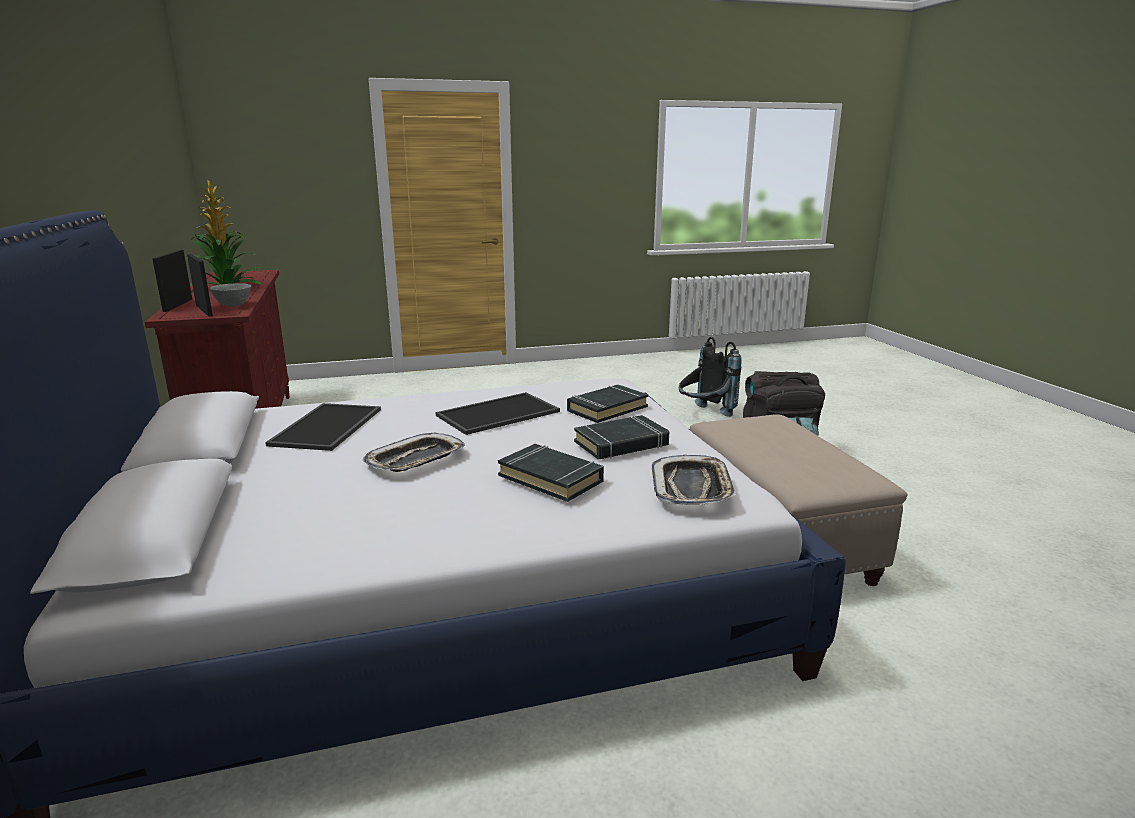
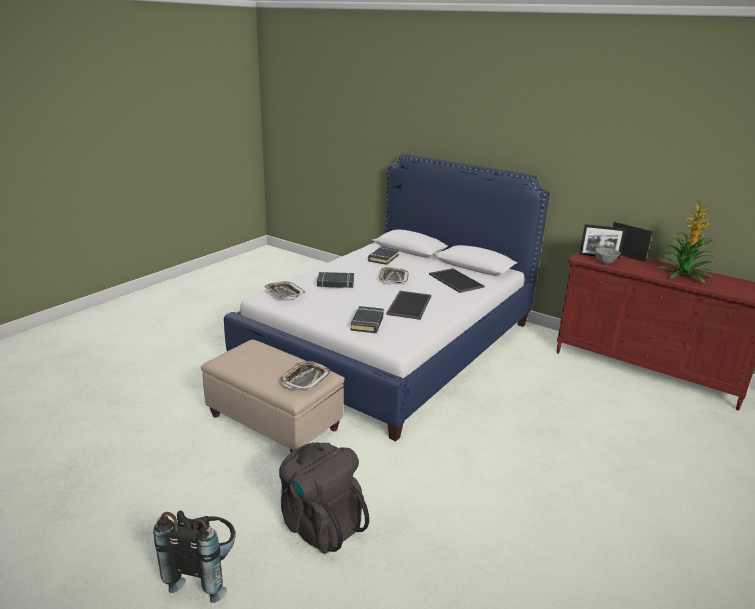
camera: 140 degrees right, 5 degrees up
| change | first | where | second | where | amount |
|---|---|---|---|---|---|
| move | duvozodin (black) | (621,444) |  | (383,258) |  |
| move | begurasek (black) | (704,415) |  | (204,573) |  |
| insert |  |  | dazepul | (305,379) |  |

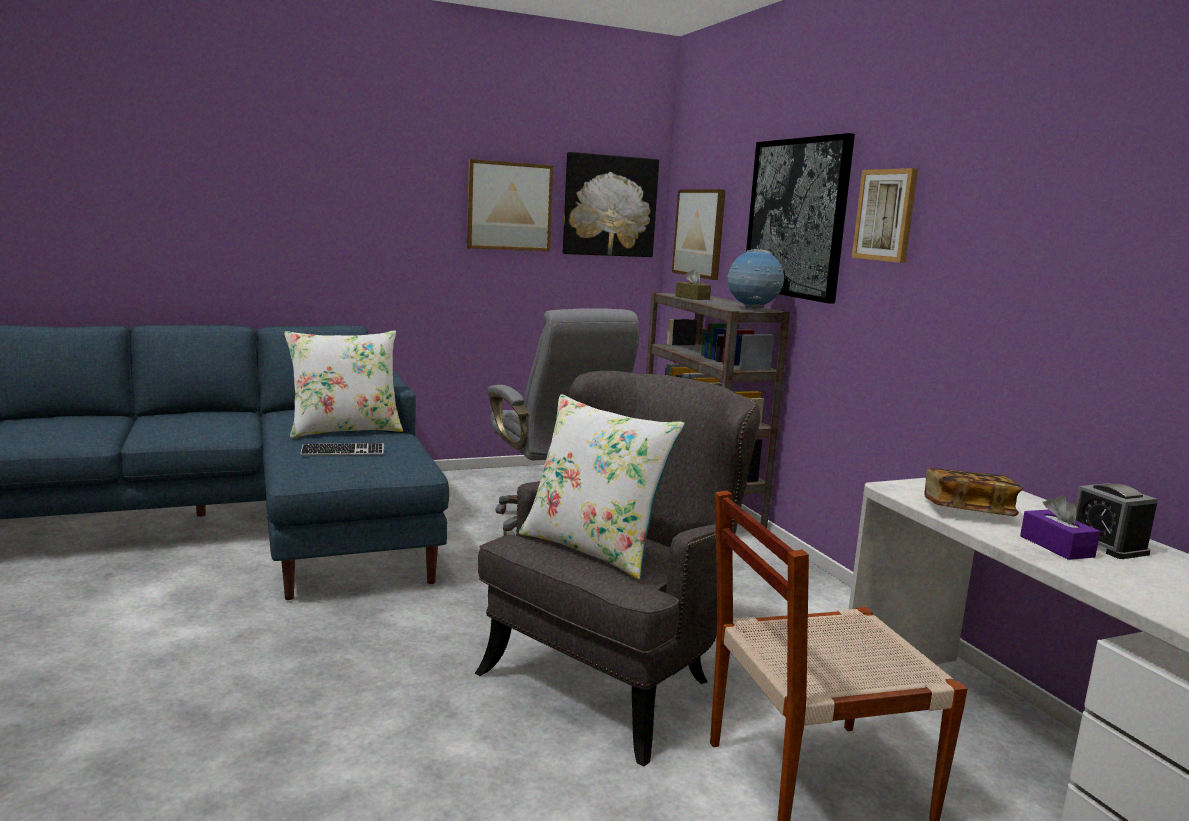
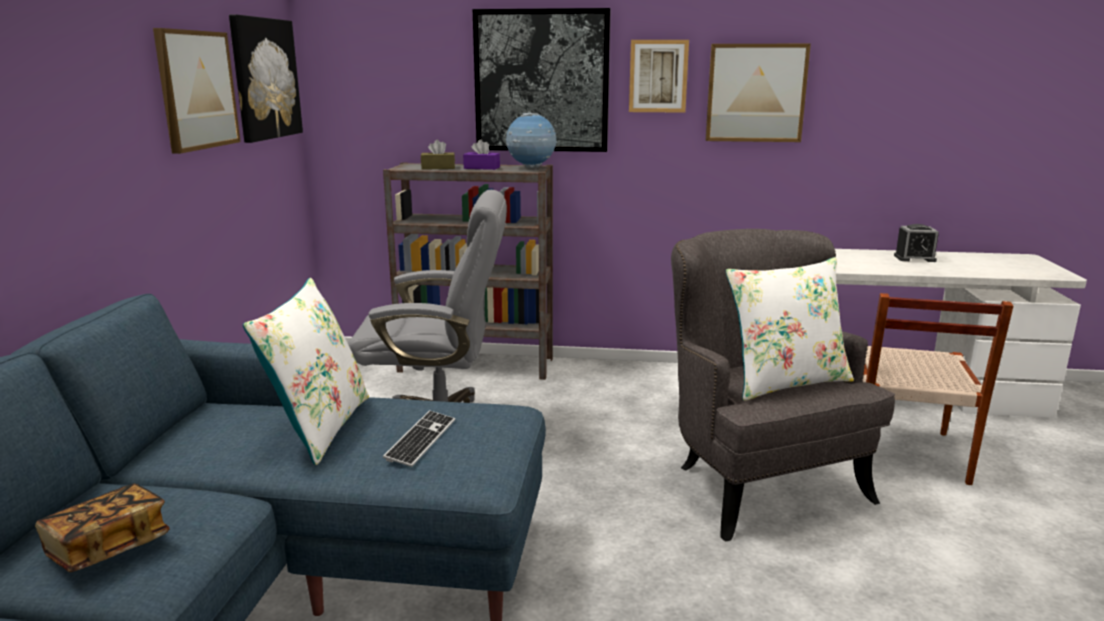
camera: 60 degrees left, 5 degrees up
| change | first | where | second | where | amount |
|---|---|---|---|---|---|
| move | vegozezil | (700,233) |  | (756,93) |  |
| move | duvozodin | (967,511) |  | (108,547) |  |
| move | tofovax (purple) | (1056,546) |  | (481,168) |  |

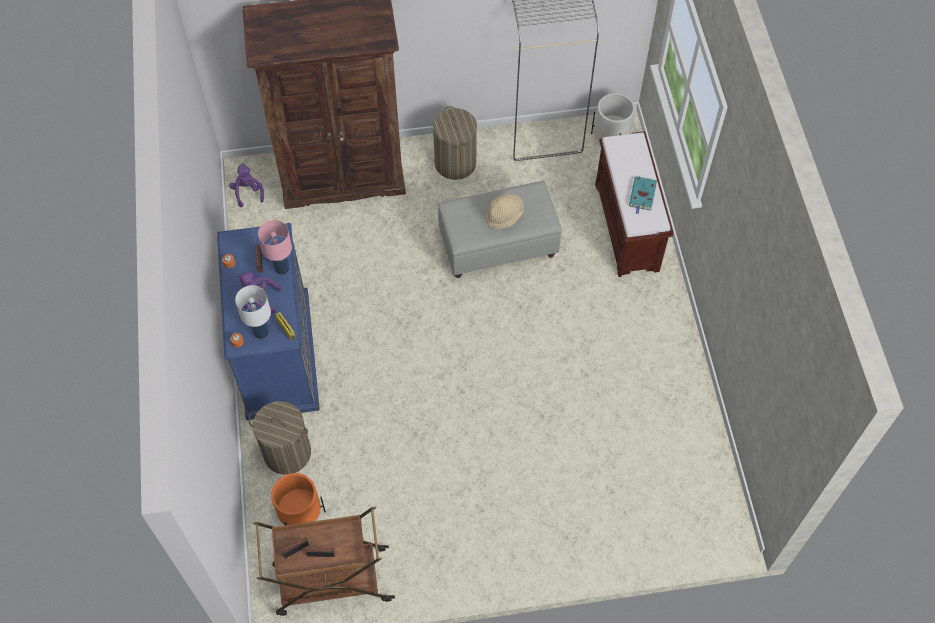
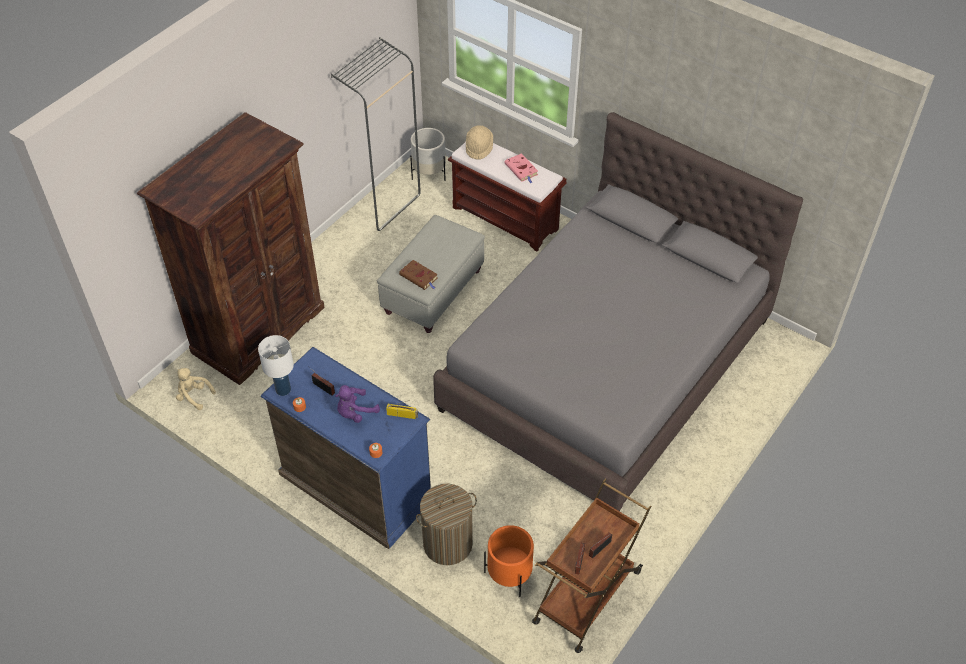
camera: 45 degrees left, 10 degrees down
| change | first | where | second | where | amount |
|---|---|---|---|---|---|
| recolor | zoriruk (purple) | (248,192) | zoriruk (beige) | (194,396) |  |
| move | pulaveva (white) | (260,332) |  | (283,390) |  |
| delete | pulaveva (pink) | (281,268) |  |  |  |
| delete | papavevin | (455,163) |  |  |  |
| move | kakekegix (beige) | (504,216) |  | (479,148) |  |
| recolor | duvozodin (turquoise) | (642,196) | duvozodin (pink) | (522,170) |  |
| insert |  |  | duvozodin (brown) | (419,277) |  |
| insert |  |  | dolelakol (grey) | (607,364) |  |

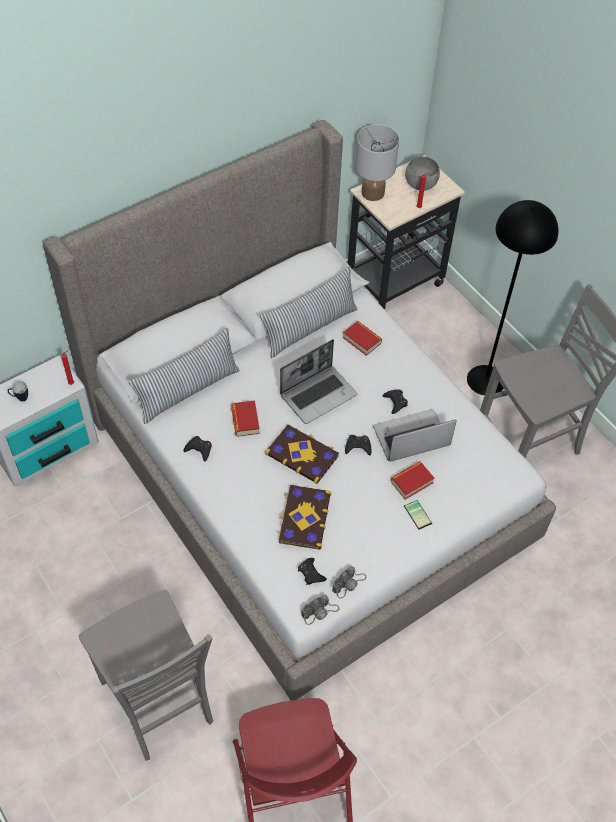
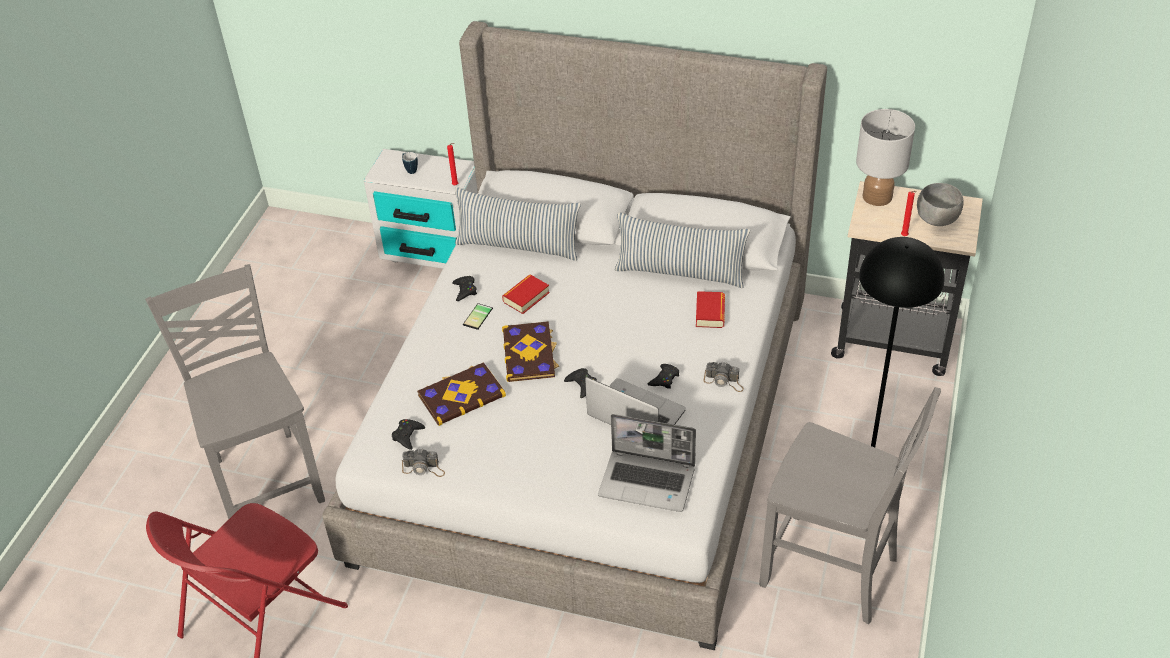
camera: 55 degrees right, 10 degrees down
| change | first | where | second | where | amount |
|---|---|---|---|---|---|
| rotate | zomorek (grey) | (158,702) |  | (266,479) | 135 degrees clockwise |
| move | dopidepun | (318,394) |  | (648,482) |  |
| move | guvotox | (320,612) |  | (724,381) |  |
| delete | duvozodin | (411,482) |  |  |  |
| move | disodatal | (419,514) |  | (479,317) |  |

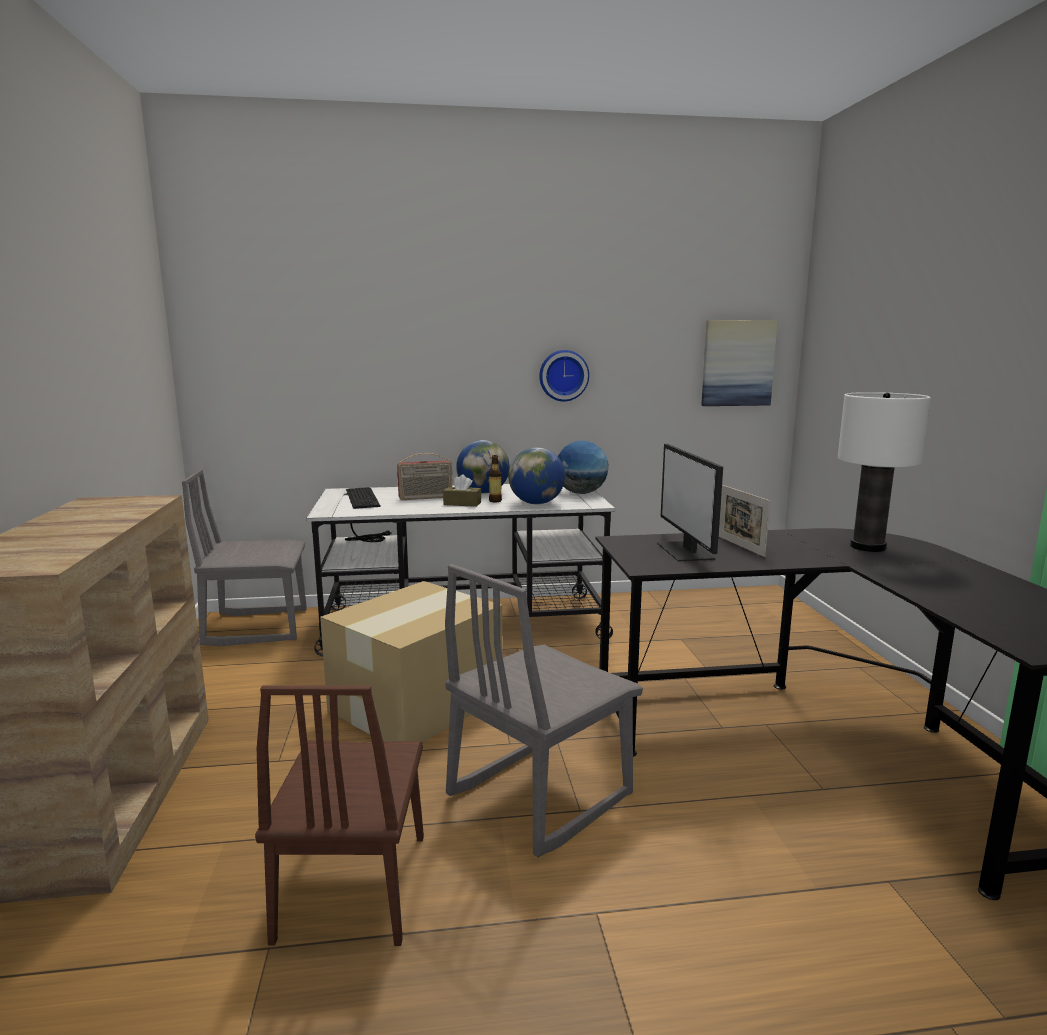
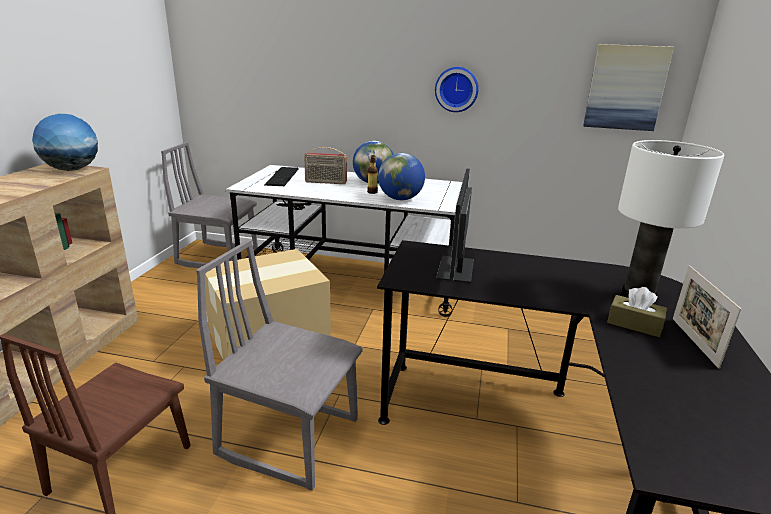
camera: 20 degrees right, 10 degrees up
| change | first | where | second | where | amount |
|---|---|---|---|---|---|
| move | tofovax (brown) | (462,503) |  | (634,324) |  |
| rotate | zomorek (grey) | (538,794) |  | (290,436) | 45 degrees clockwise |
| move | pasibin | (581,493) |  | (72,170) |  |
| move | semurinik | (740,546) |  | (694,341) |  |

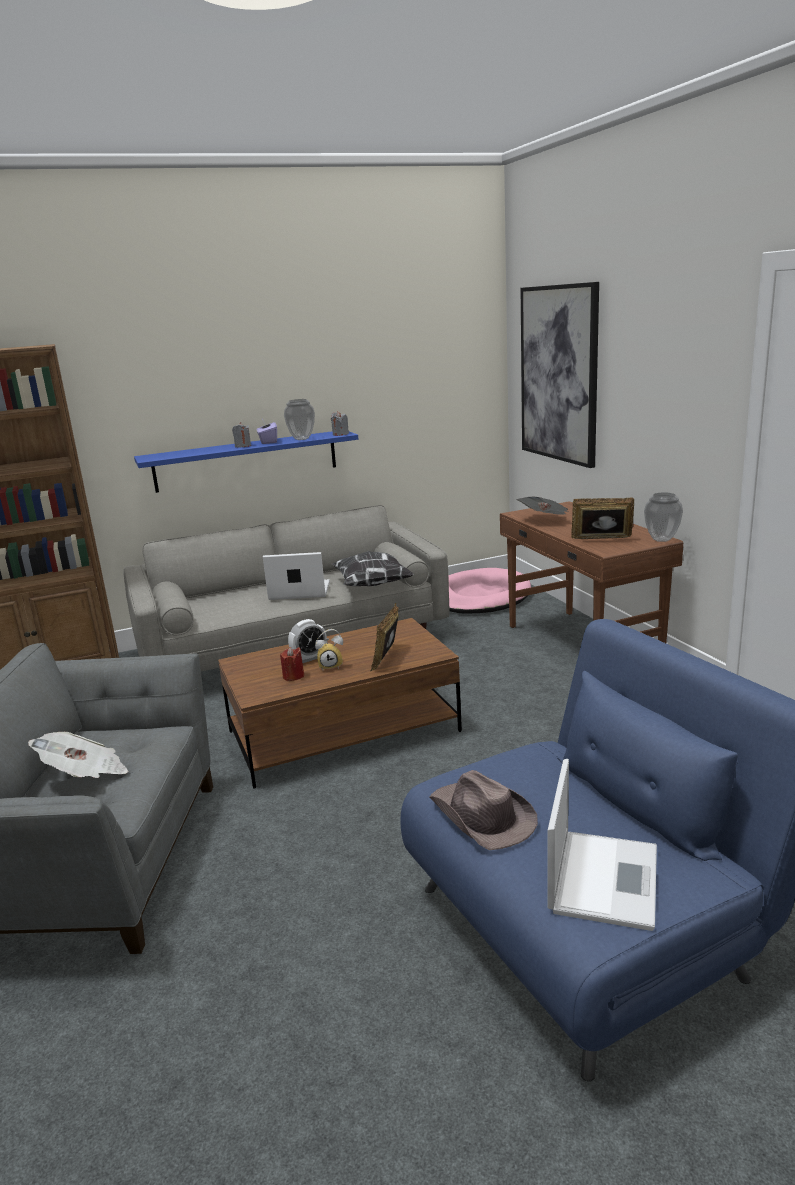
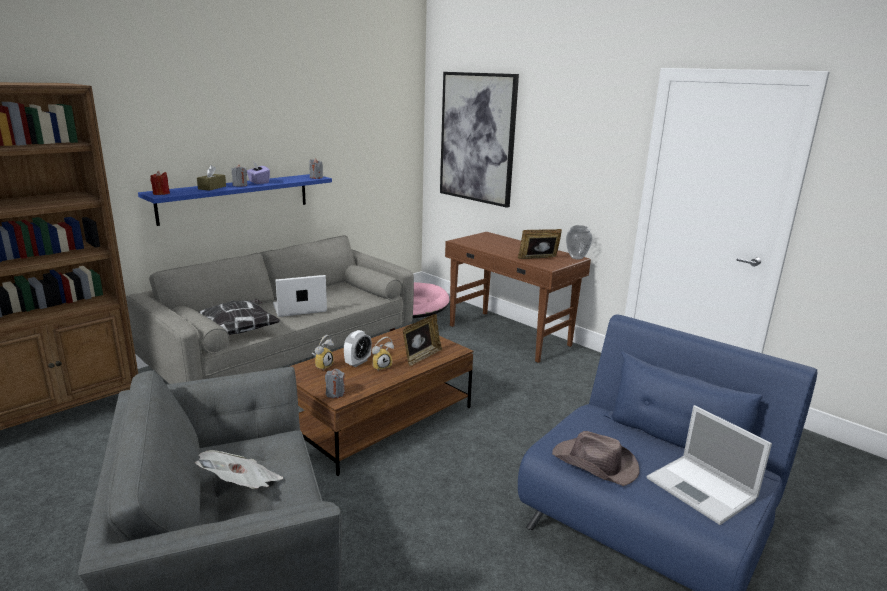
camera: 25 degrees left, 0 degrees up
| change | first | where | second | where | amount |
|---|---|---|---|---|---|
| move | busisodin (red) | (293,676) |  | (161,193) |  |
| delete | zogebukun | (302,439) |  |  |  |
| move | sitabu | (374,584) |  | (239,331) |  |
| rotate | semurinik | (387,658) |  | (421,357) | 135 degrees counterclockwise |
| delete | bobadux | (544,520) |  |  |  |
| rotate | dopidepun | (603,877) |  | (702,490) | 150 degrees clockwise |
| insert |  |  | tofovax (brown) | (212,187) |  |
| insert |  |  | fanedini | (322,366) |  |
| insert |  |  | busisodin (grey) | (335,393) |  |

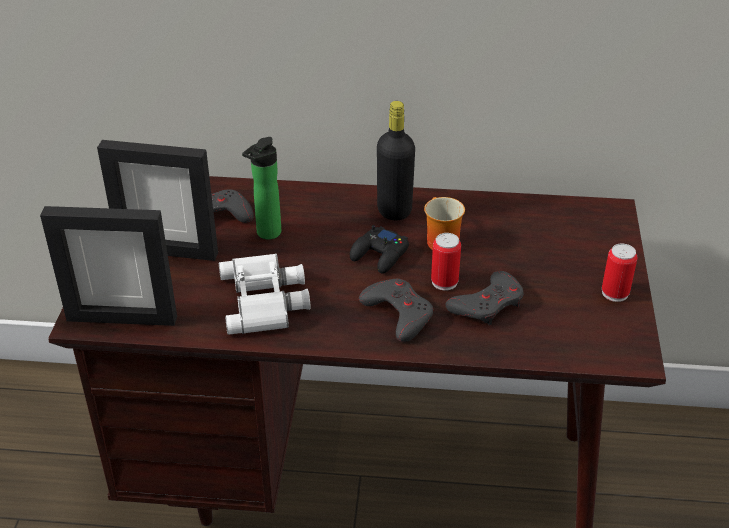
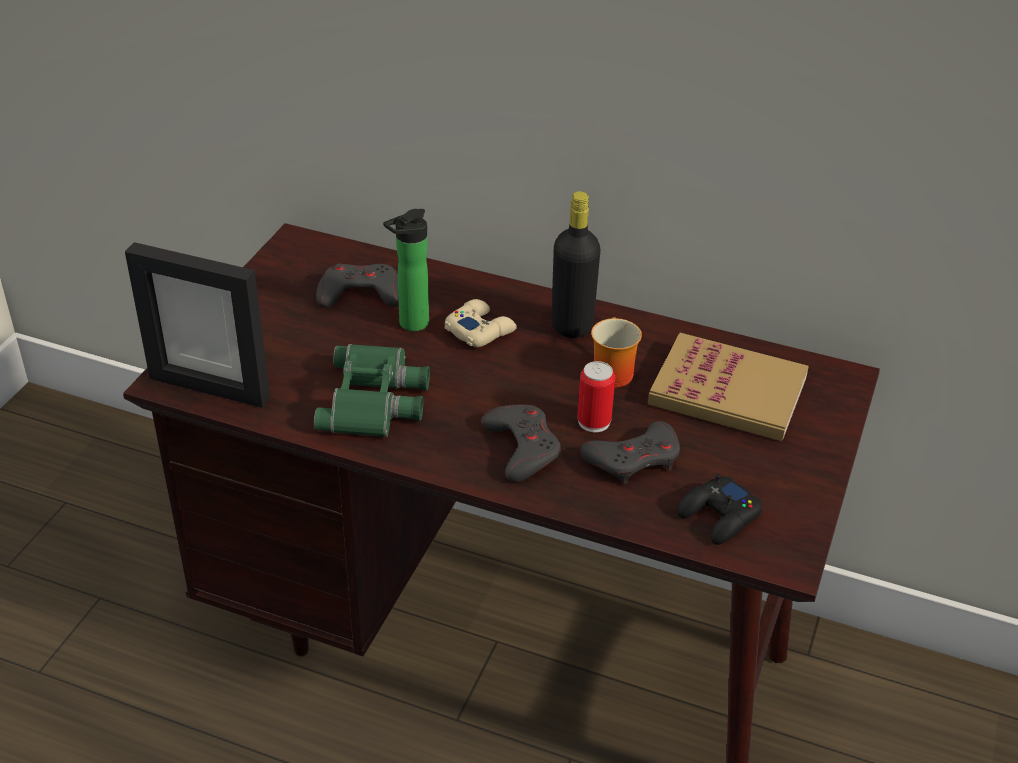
camera: 15 degrees right, 0 degrees up
| change | first | where | second | where | amount |
|---|---|---|---|---|---|
| delete | semurinik | (168,250) |  |  |  |
| recolor | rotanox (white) | (266,300) | rotanox (green) | (376,400) |  |
| move | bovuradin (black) | (380,255) |  | (719,517) |  |
| delete | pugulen | (615,293) |  |  |  |
| insert |  |  | bovuradin (beige) | (480,330) |  |
| insert |  |  | duvozodin | (727,392) |  |

